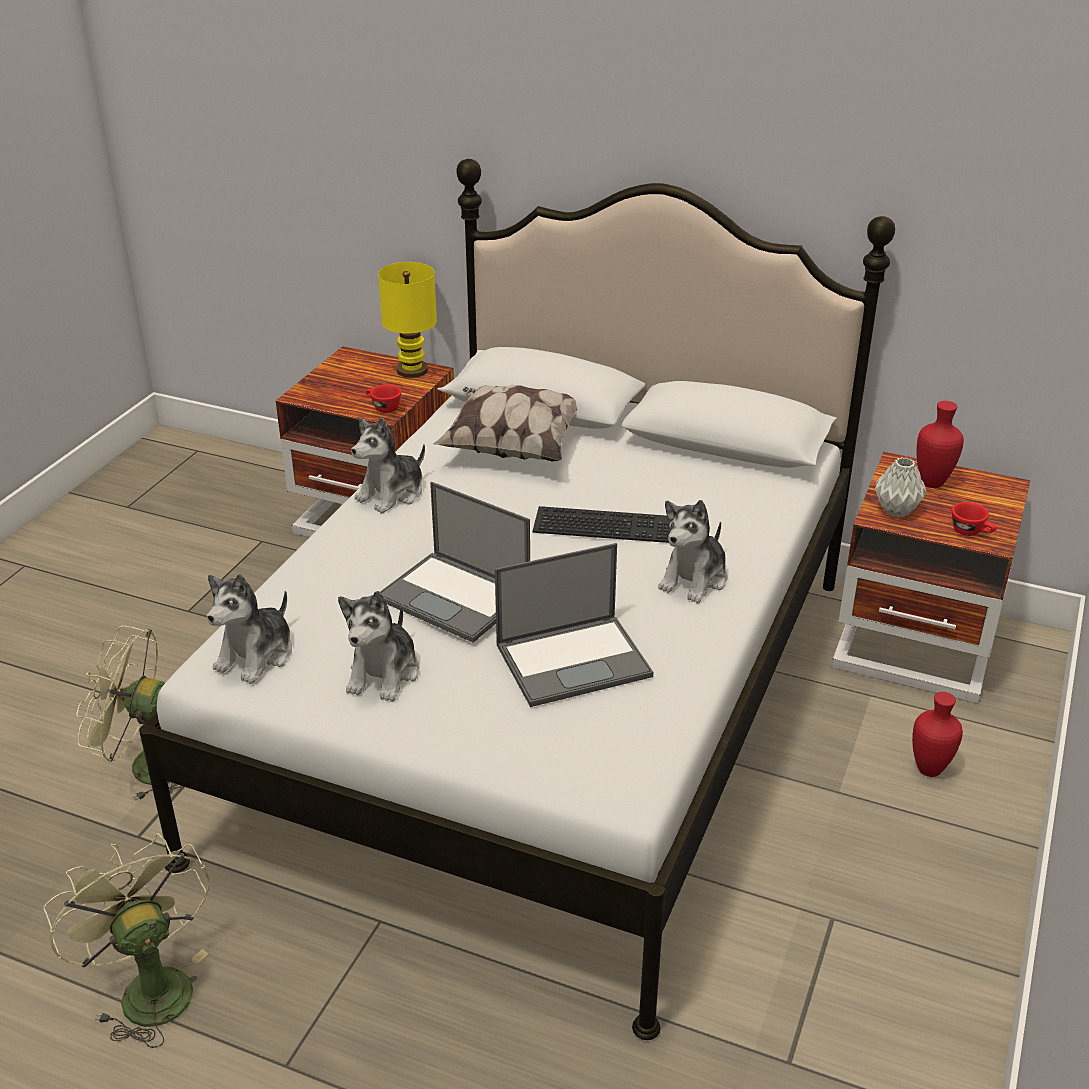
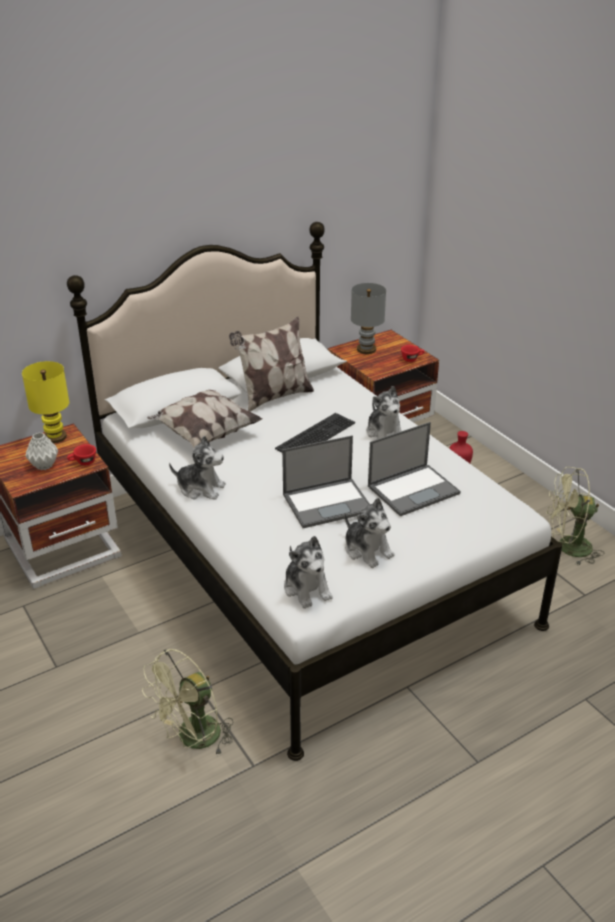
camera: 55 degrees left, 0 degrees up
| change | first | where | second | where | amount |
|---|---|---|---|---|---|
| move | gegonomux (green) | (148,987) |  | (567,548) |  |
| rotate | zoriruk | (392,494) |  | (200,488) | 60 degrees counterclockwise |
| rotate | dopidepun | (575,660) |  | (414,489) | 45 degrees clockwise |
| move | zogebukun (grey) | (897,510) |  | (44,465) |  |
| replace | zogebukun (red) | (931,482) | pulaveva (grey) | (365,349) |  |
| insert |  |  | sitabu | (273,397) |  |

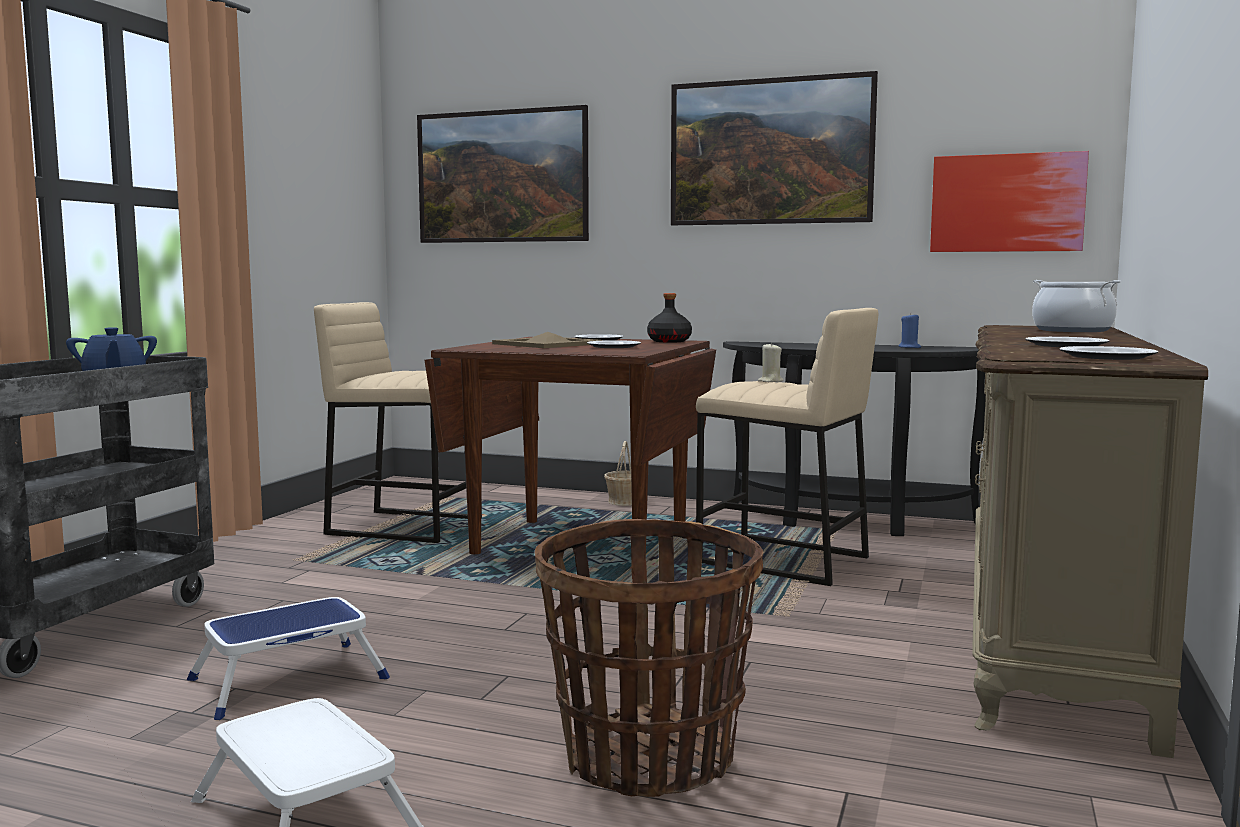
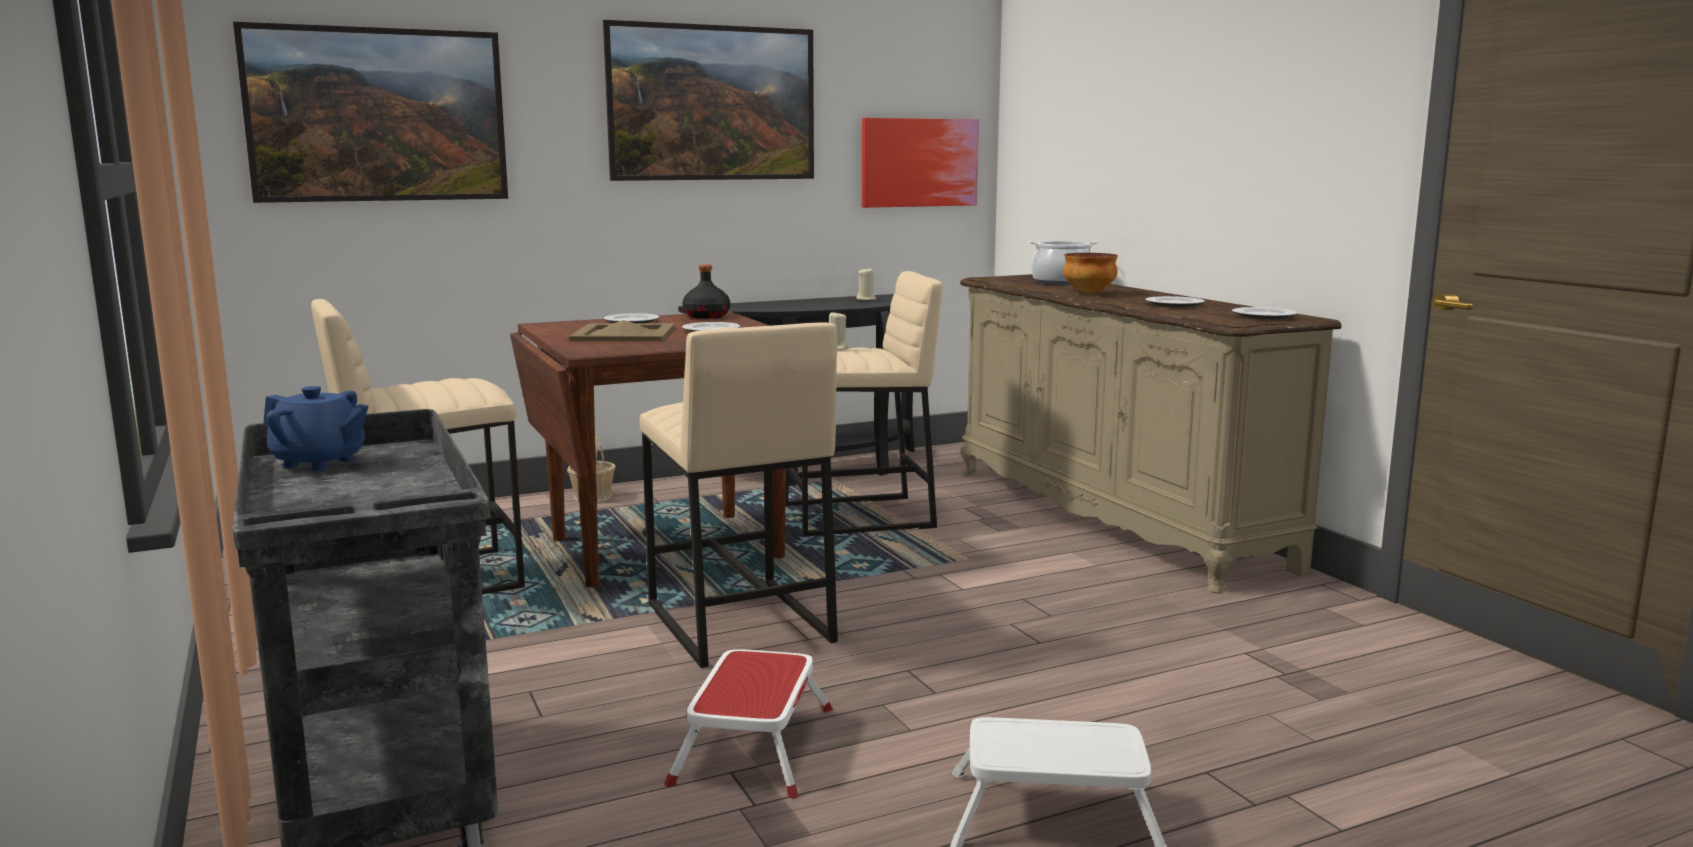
camera: 45 degrees left, 5 degrees up
| change | first | where | second | where | amount |
|---|---|---|---|---|---|
| recolor | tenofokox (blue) | (289,679) | tenofokox (red) | (755,745) |  |
| delete | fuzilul | (648,758) |  |  |  |
| recolor | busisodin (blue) | (909,347) | busisodin (beige) | (866,299) |  |
| insert |  |  | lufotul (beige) | (739,622) |  |
| insert |  |  | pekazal | (1089,293) |  |

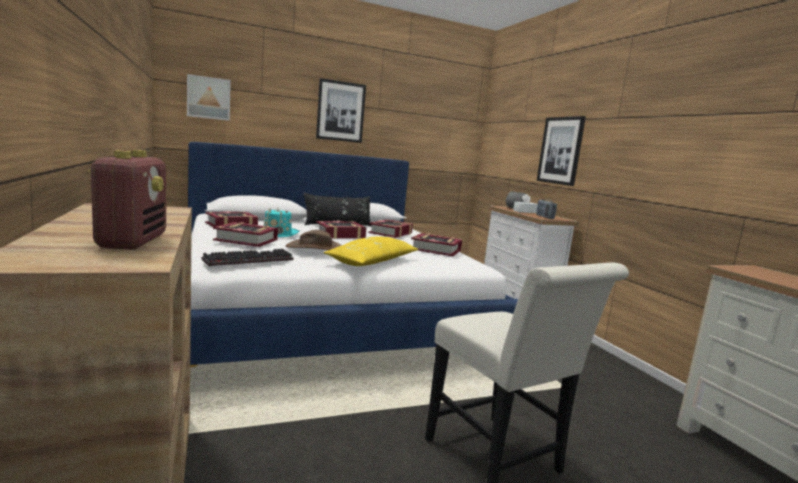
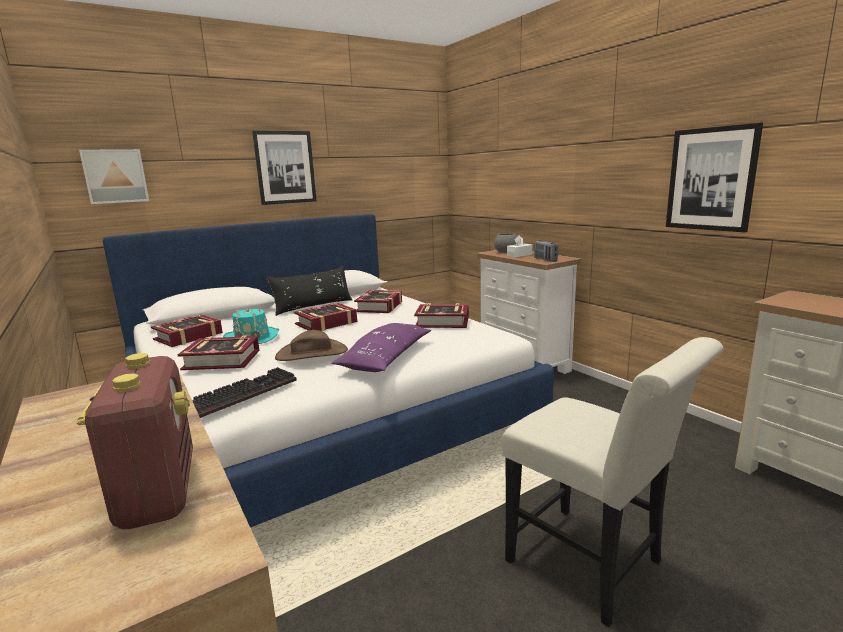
camera: 10 degrees left, 5 degrees up
| change | first | where | second | where | amount |
|---|---|---|---|---|---|
| recolor | sitabu (yellow) | (372,262) | sitabu (purple) | (386,358) |  |
| move | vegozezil | (560,150) |  | (711,179) |  |

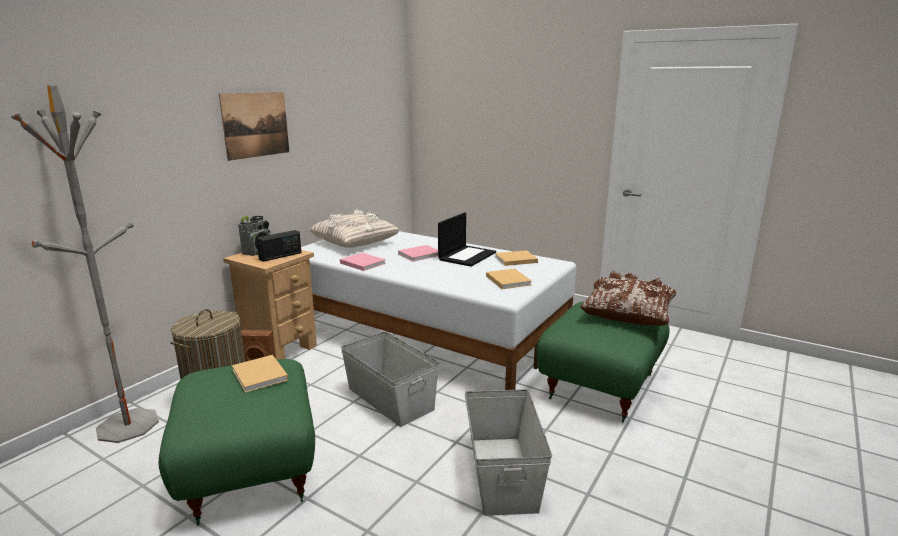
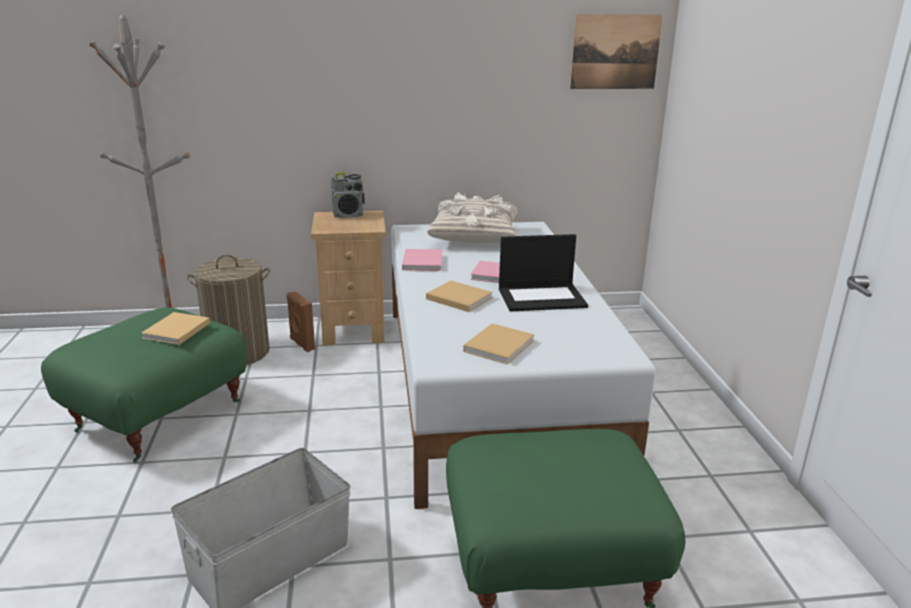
camera: 50 degrees right, 5 degrees up
| change | first | where | second | where | amount |
|---|---|---|---|---|---|
| move | vegozezil | (256,125) |  | (615,52) |  |
| delete | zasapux | (280,256) |  |  |  |
| delete | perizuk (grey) | (390,398) |  |  |  |
| move | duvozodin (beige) | (514,260) |  | (457,298) |  |
| delete | sitabu (brown) | (627,316) |  |  |  |

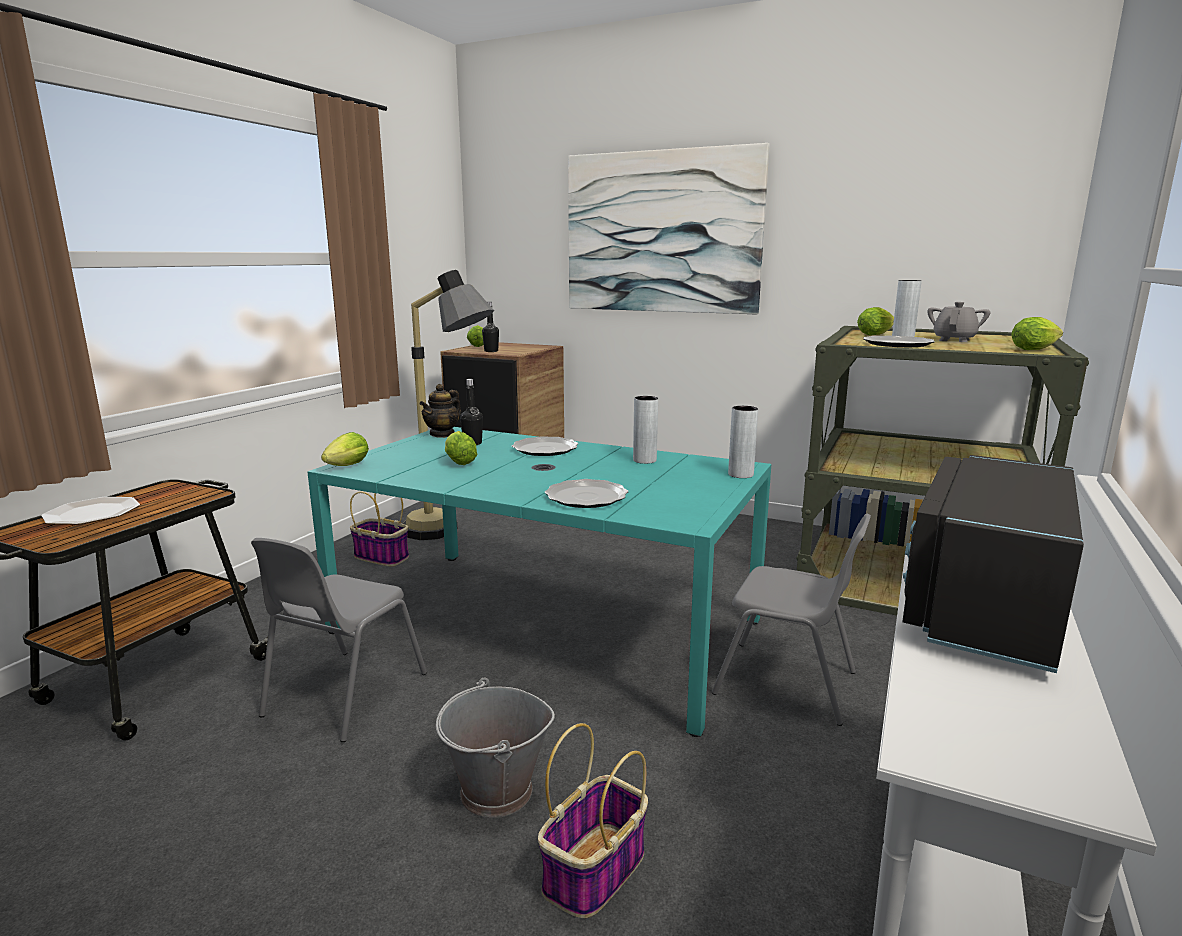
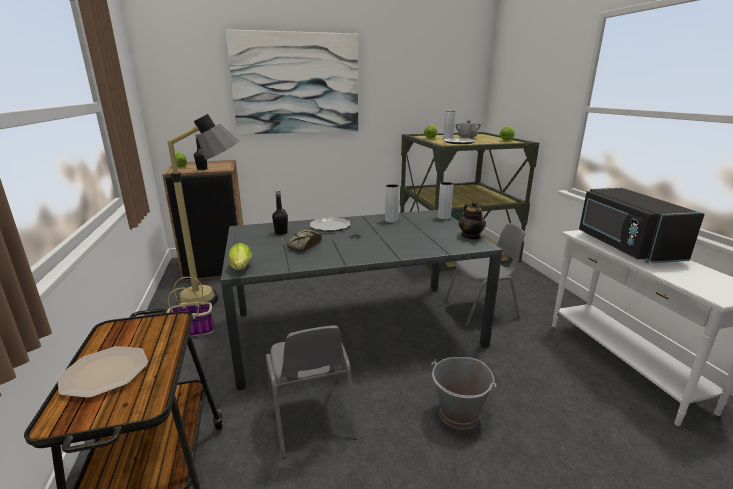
camera: 40 degrees left, 5 degrees up
| change | first | where | second | where | amount |
|---|---|---|---|---|---|
| recolor | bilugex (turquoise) | (546,626) | bilugex (grey) | (356,328) |  |
| move | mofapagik | (442,434) |  | (471,236) |  |
| replace | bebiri | (459,461) | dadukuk | (303,246) |  |
| delete | fuzilul | (594,872) |  |  |  |
| delete | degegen | (587,497) |  |  |  |

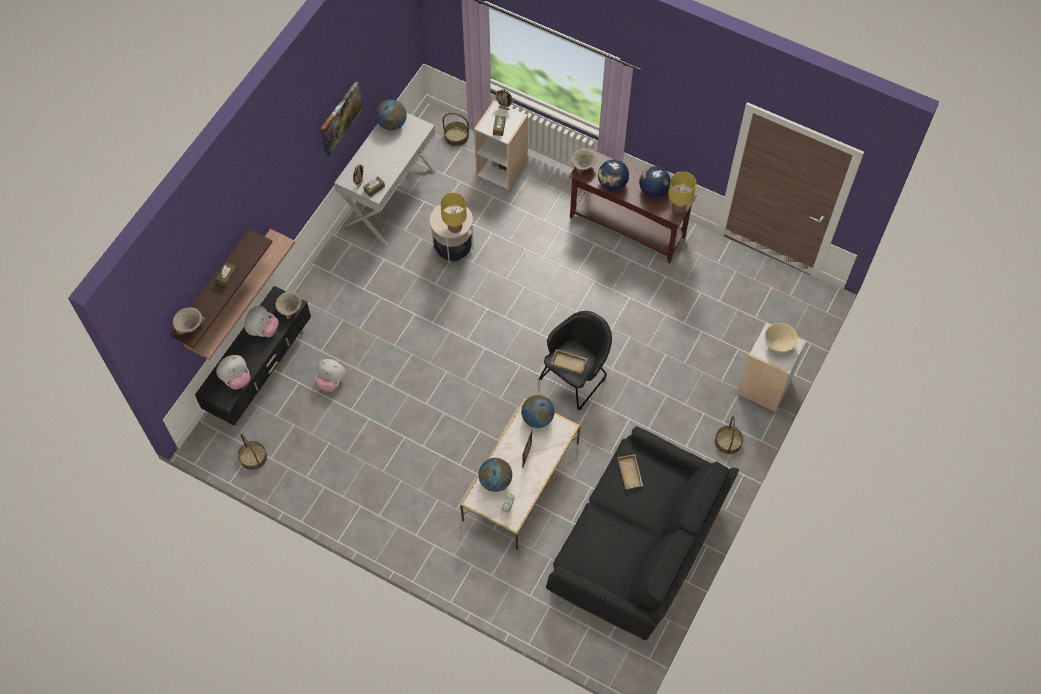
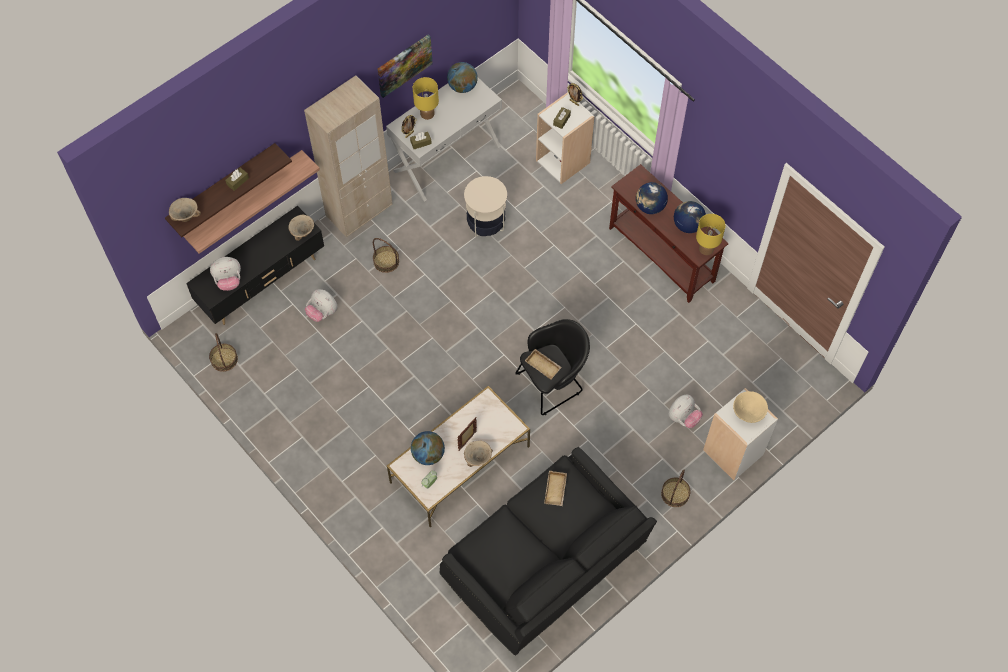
camera: 20 degrees right, 0 degrees up
| change | first | where | second | where | amount |
|---|---|---|---|---|---|
| move | zoriruk | (263,330) |  | (683,418) |  |
| move | pulaveva (yellow) | (455,227) |  | (427,114) |  |
| move | fuzilul | (456,136) |  | (386,261) |  |
| delete | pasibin | (537,418) |  |  |  |
| move | pekazal (beige) | (583,166) |  | (477,458) |  |
| insert |  |  | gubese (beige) | (360,212) |  |

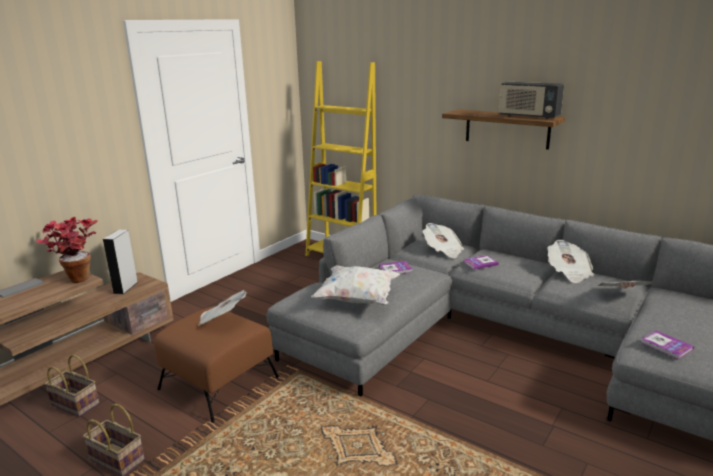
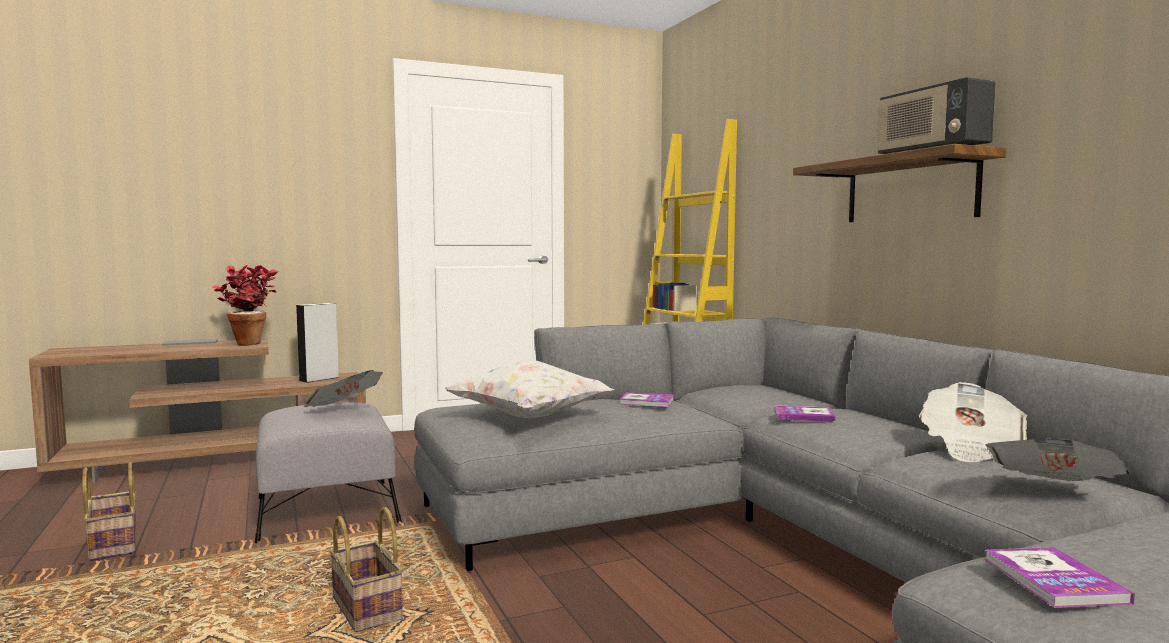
camera: 30 degrees right, 15 degrees down
| change | first | where | second | where | amount |
|---|---|---|---|---|---|
| move | fuzilul | (76,404) |  | (369,610) |  |
| recolor | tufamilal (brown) | (218,382) | tufamilal (grey) | (327,509) |  |
| delete | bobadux | (443,251) |  |  |  |

